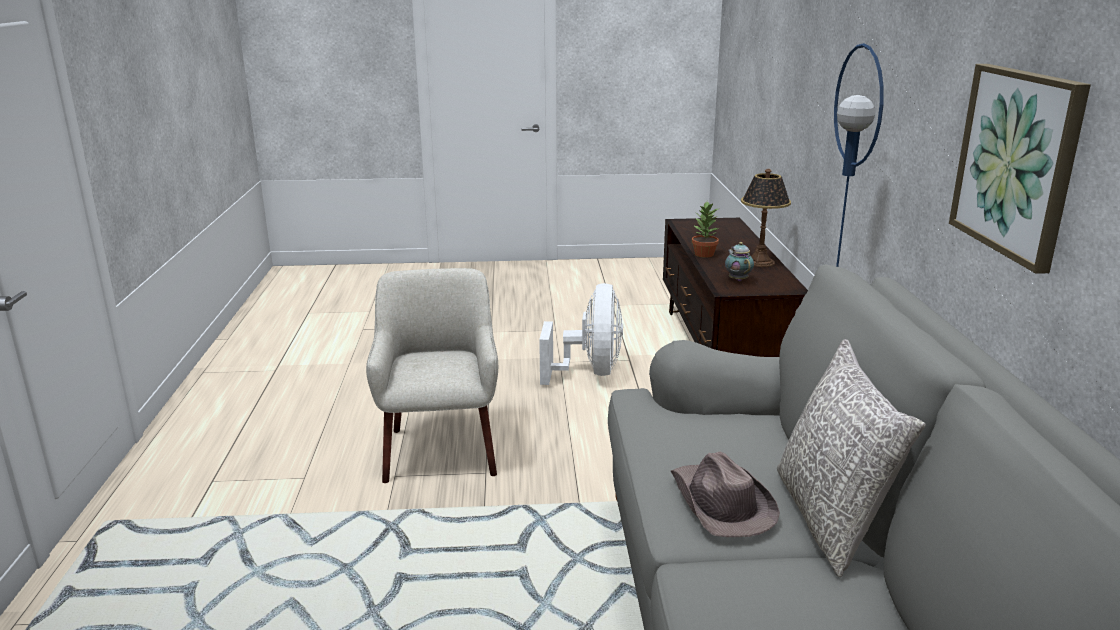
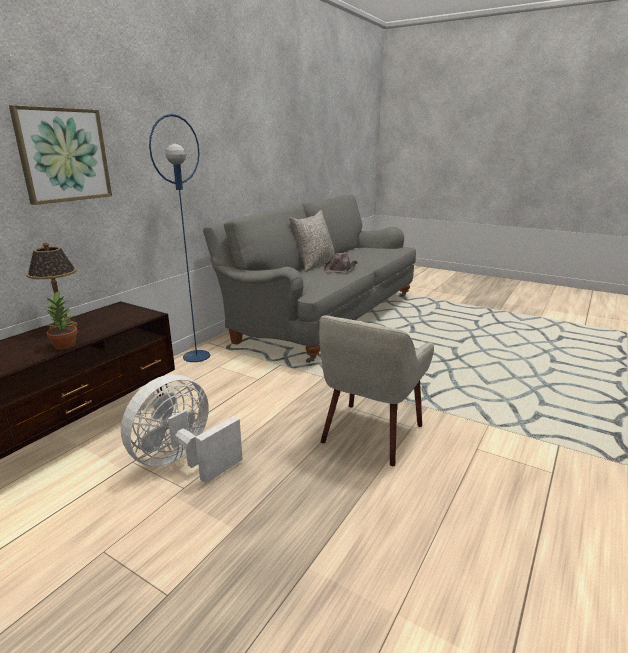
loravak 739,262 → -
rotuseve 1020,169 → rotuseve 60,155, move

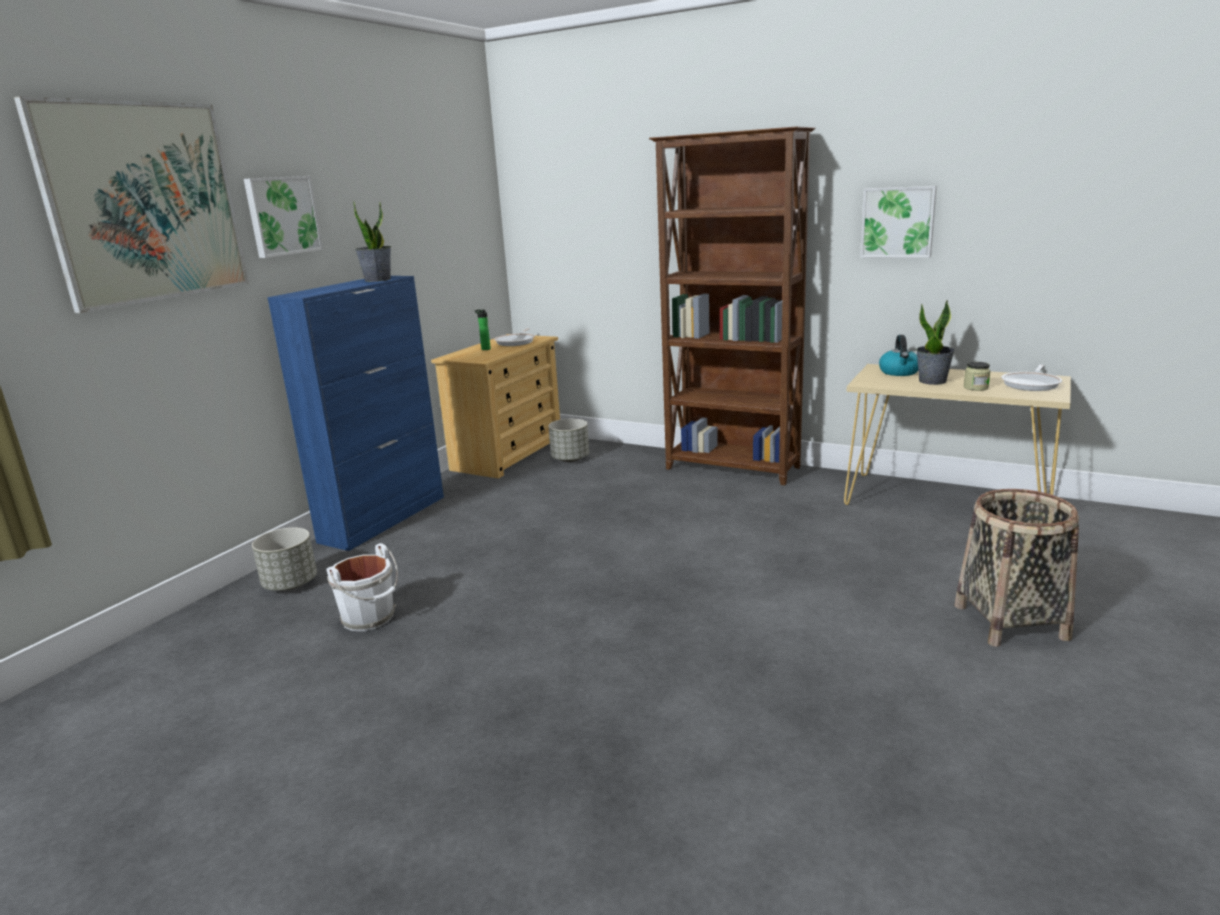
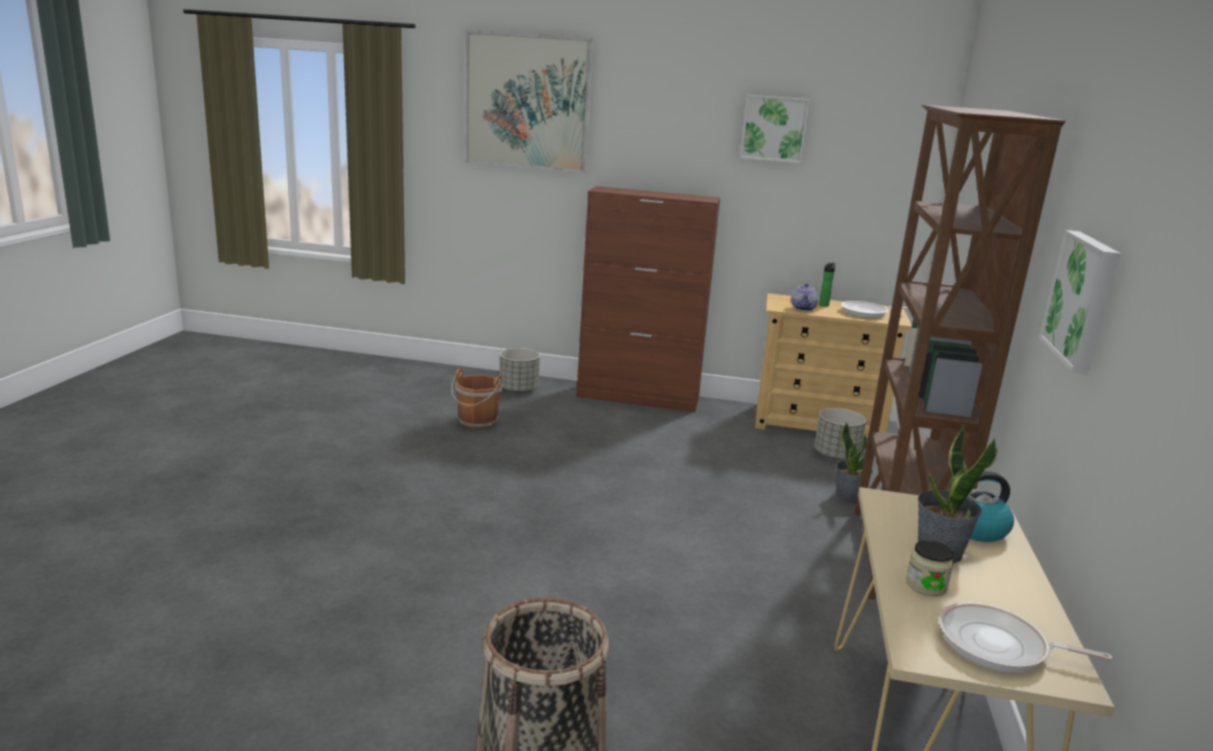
rotuseve 283,217 → rotuseve 775,129, move
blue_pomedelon 355,413 → brown_pomedelon 648,299
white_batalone 362,587 → brown_batalone 476,398
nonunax 372,241 → nonunax 854,462, move
- → loravak 805,297

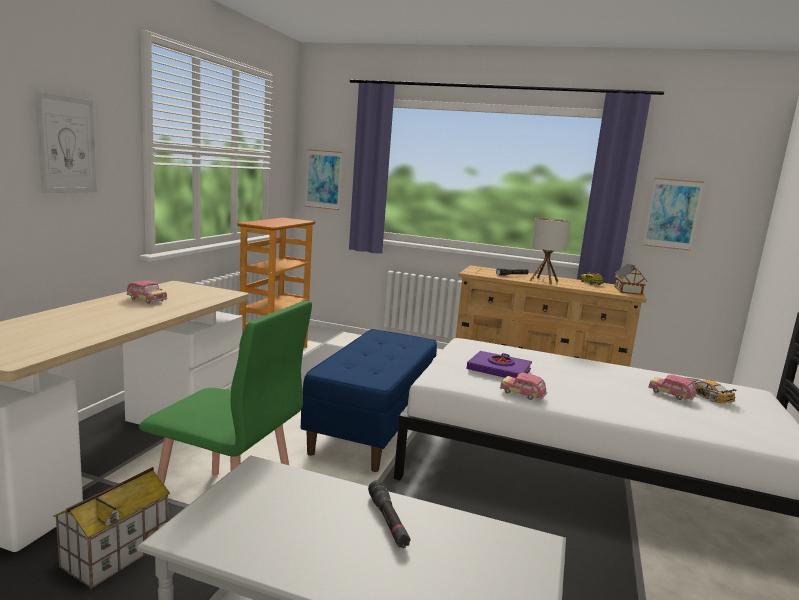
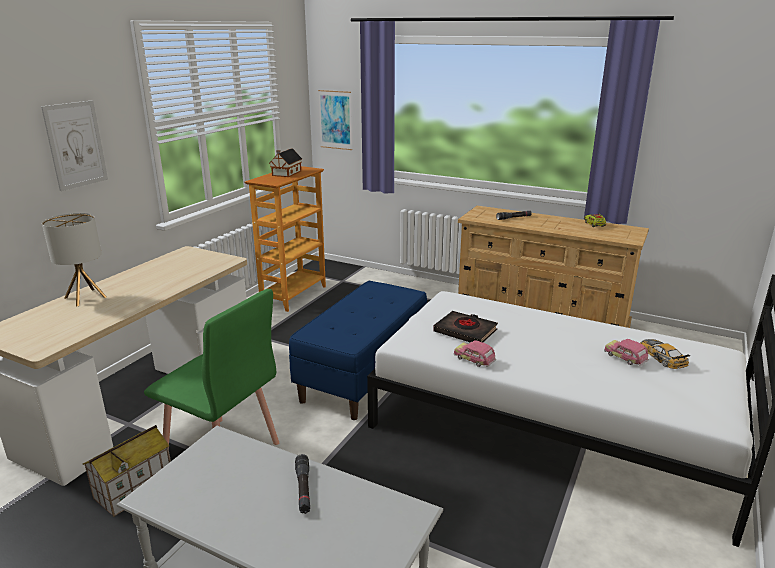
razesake 146,292 → -
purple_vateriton 499,364 → black_vateriton 465,326
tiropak 550,251 → tiropak 74,260, move
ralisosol 630,279 → ralisosol 285,162, move
rotuseve 673,214 → -

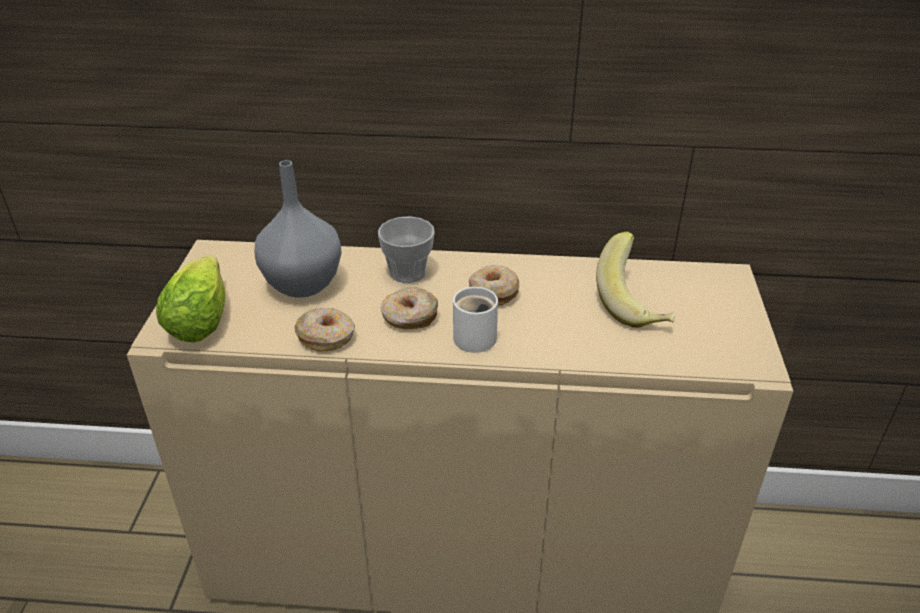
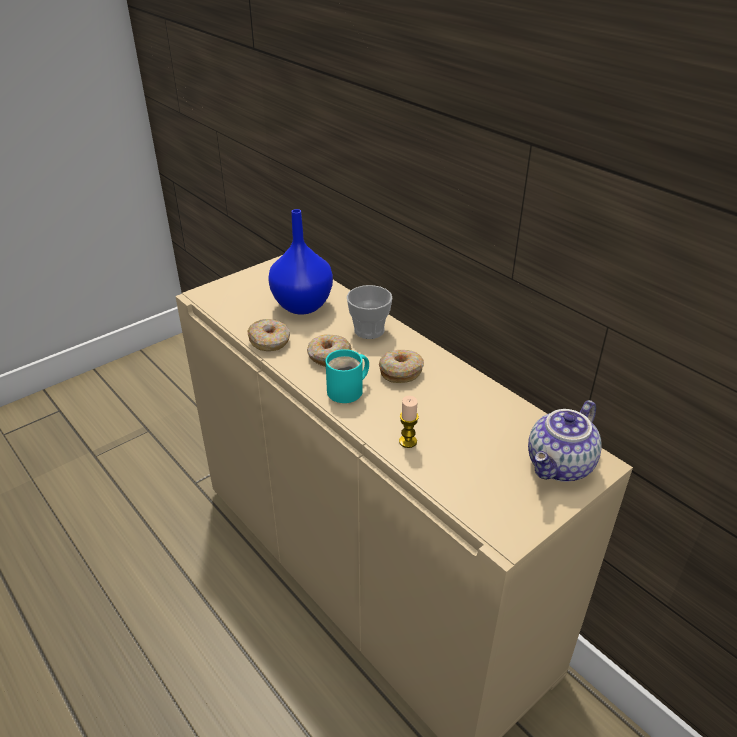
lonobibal 191,299 → -
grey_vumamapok 297,229 → blue_vumamapok 300,261
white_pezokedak 475,320 → turquoise_pezokedak 347,376
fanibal 635,279 → -
- → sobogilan 409,422
- → loravak 565,441

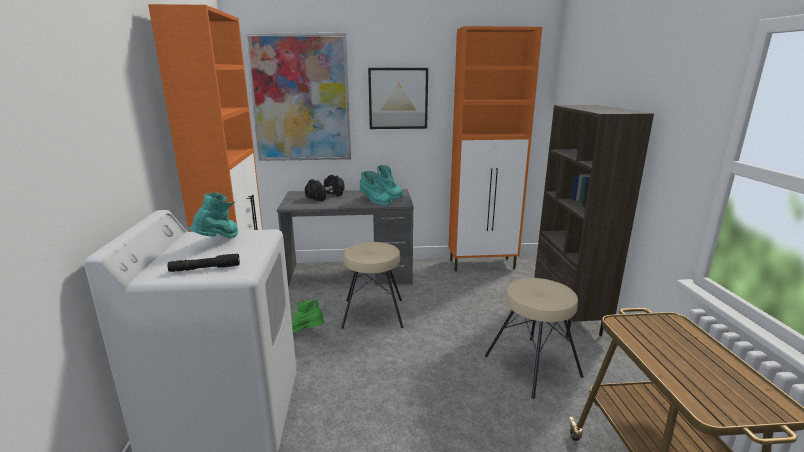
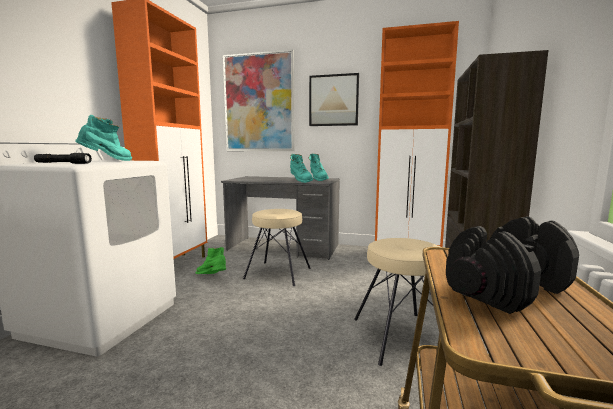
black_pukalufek 324,188 → black_pukalufek 512,265, move

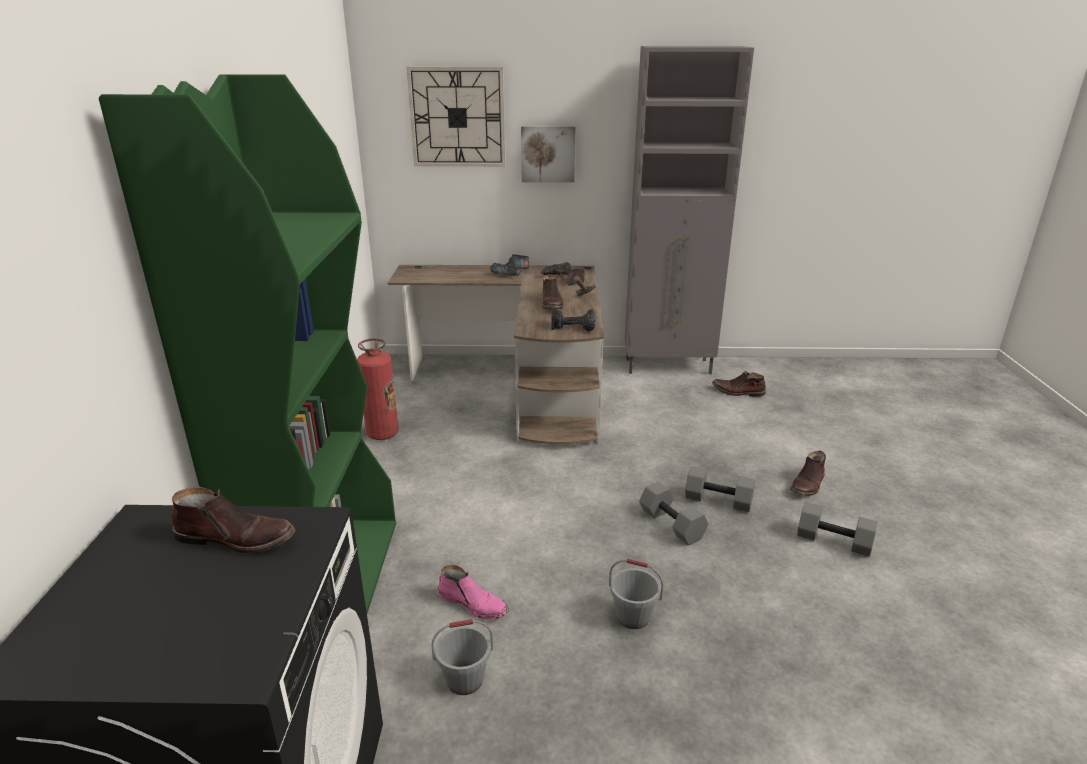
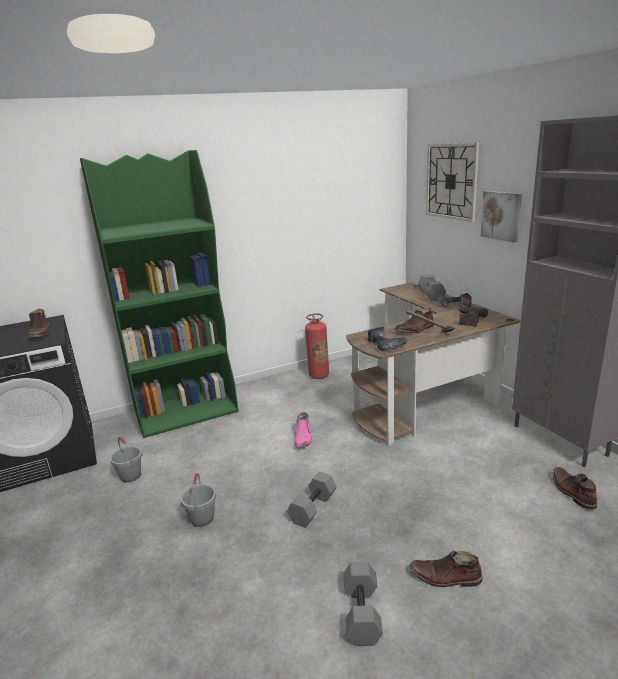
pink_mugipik 473,592 → pink_mugipik 303,430, move
grey_pukalufek 720,489 → grey_pukalufek 432,287, move

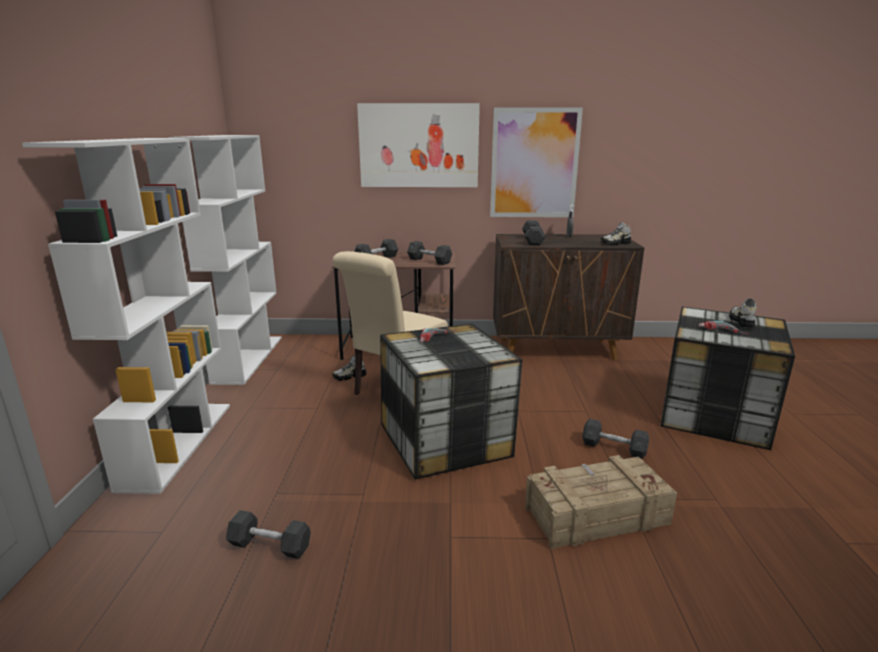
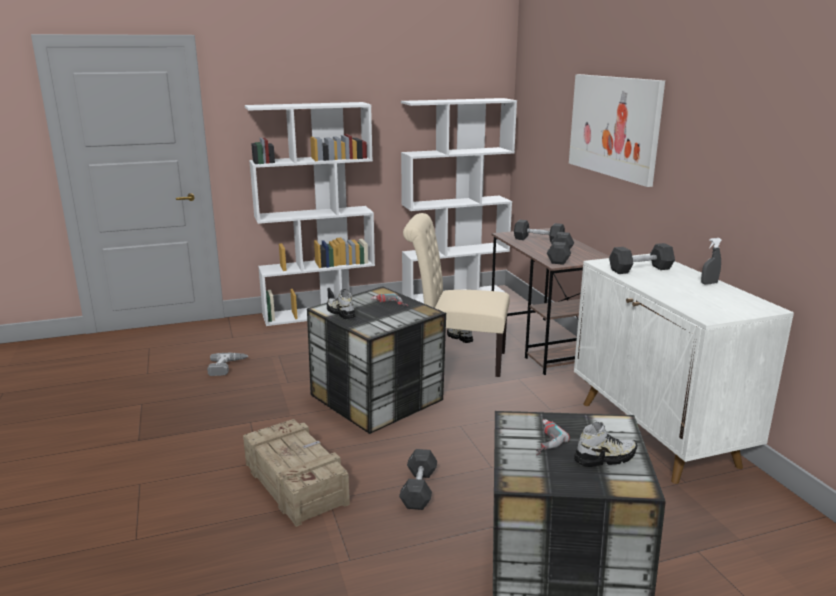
grey_pukalufek 268,534 → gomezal 227,364
rotuseve 536,162 → -
brown_pomedelon 568,297 → white_pomedelon 684,369
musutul 616,233 → musutul 341,304, move

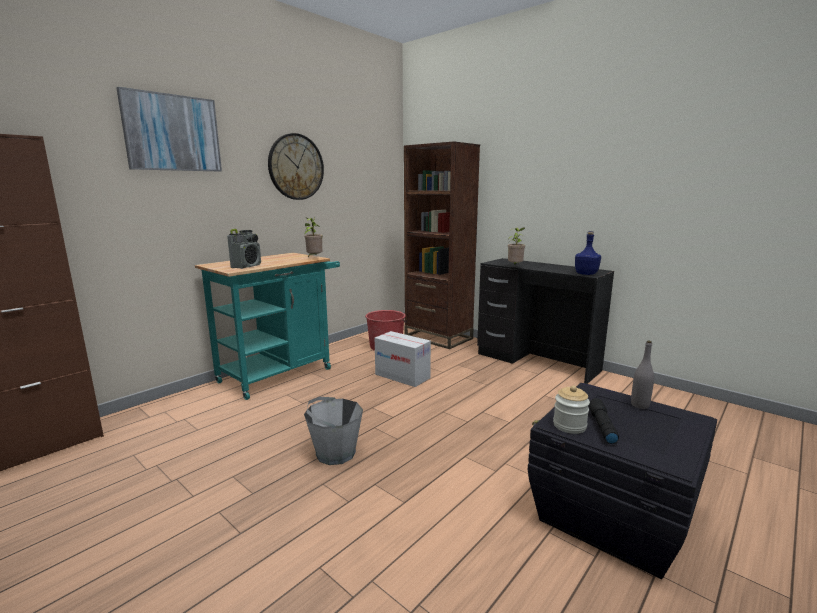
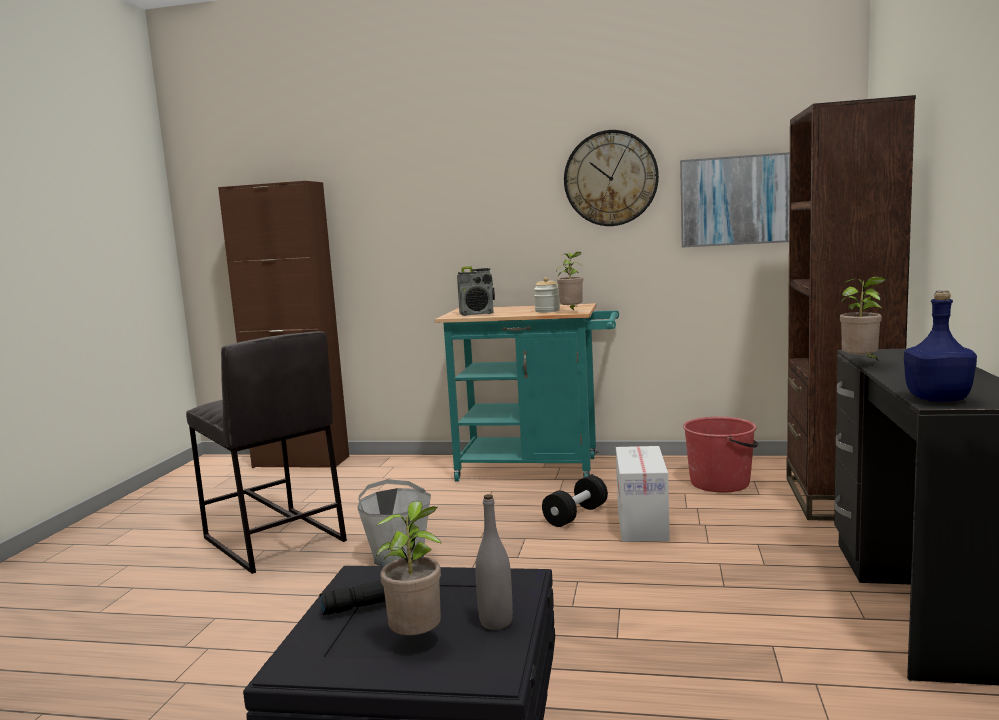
rotuseve 169,129 → rotuseve 735,200, move
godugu 571,410 → godugu 547,294, move
- → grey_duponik 266,452
- → nonunax 409,568
- → black_pukalufek 575,501

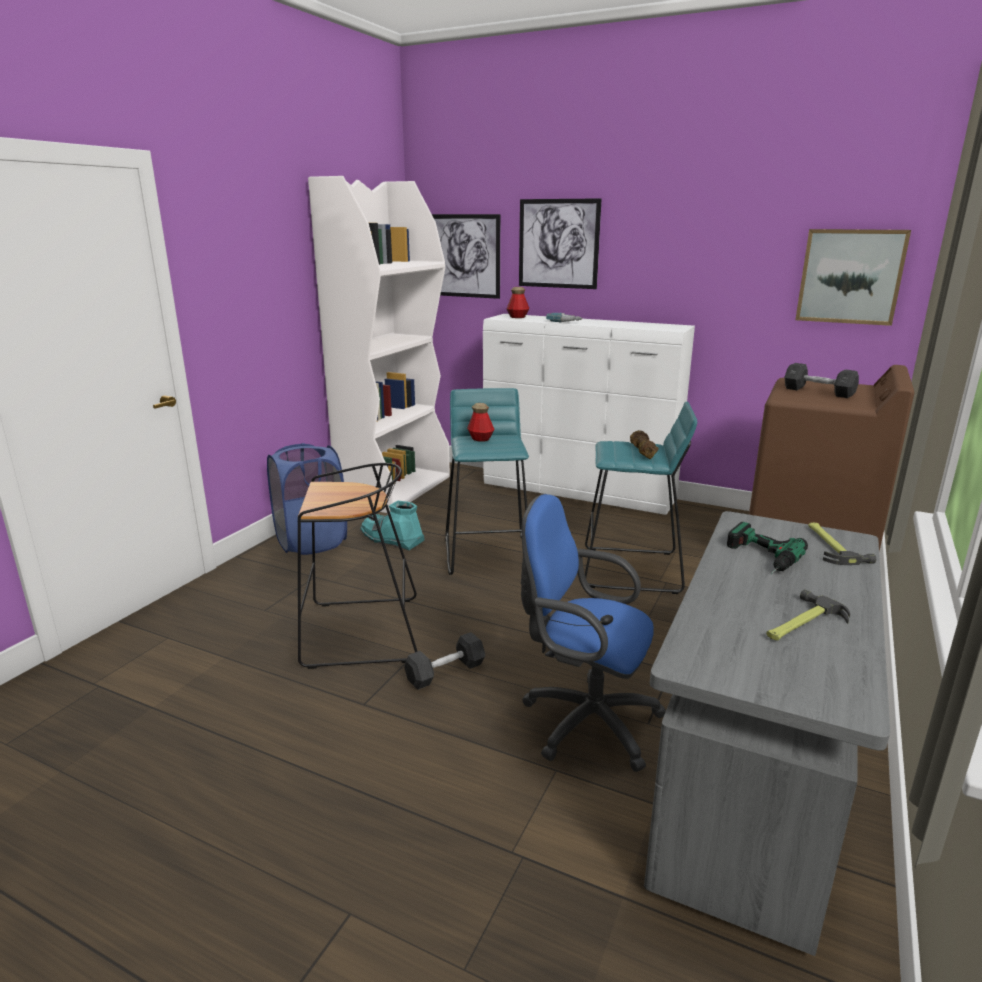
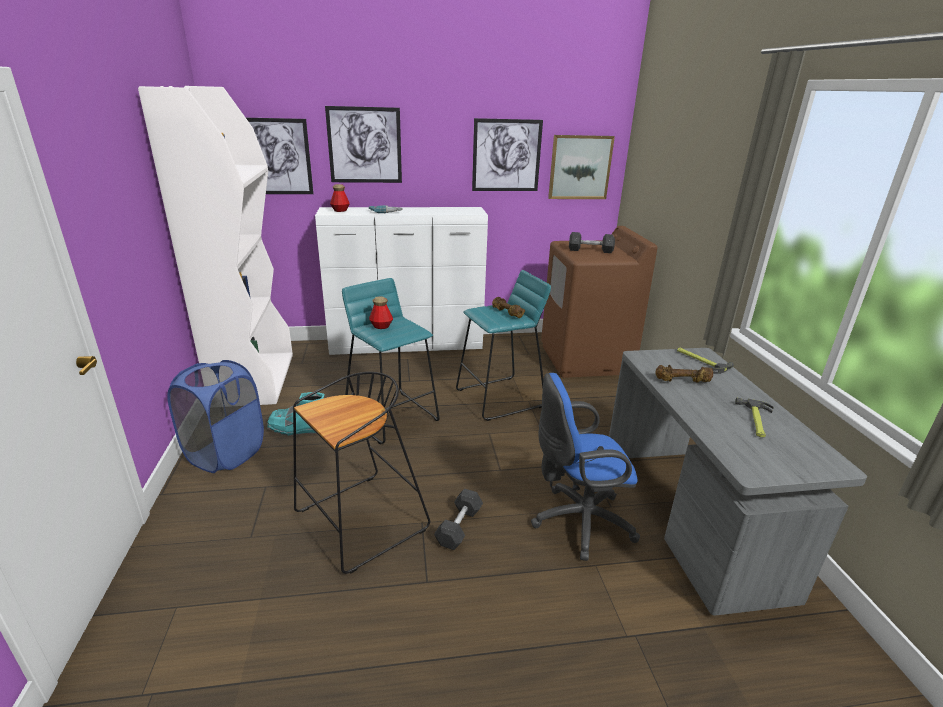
gomezal 767,548 → brown_pukalufek 684,373
- → rotuseve 507,154

